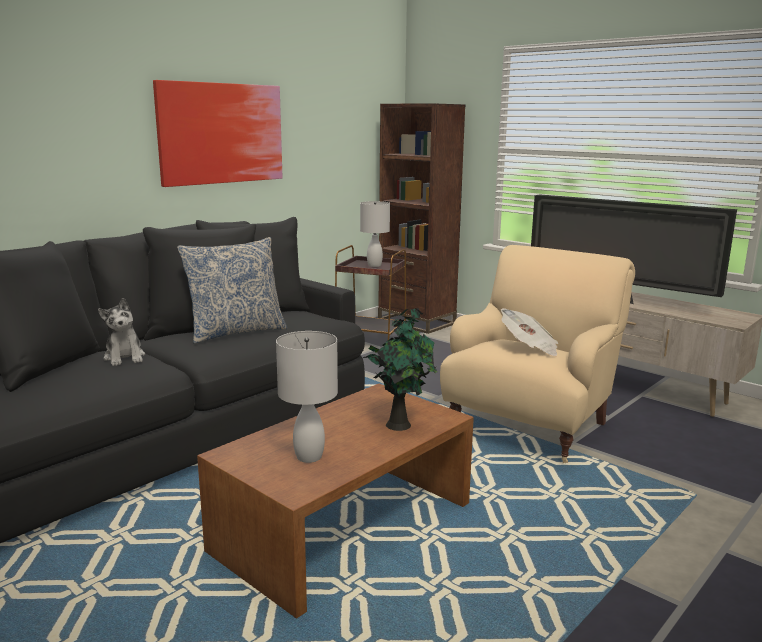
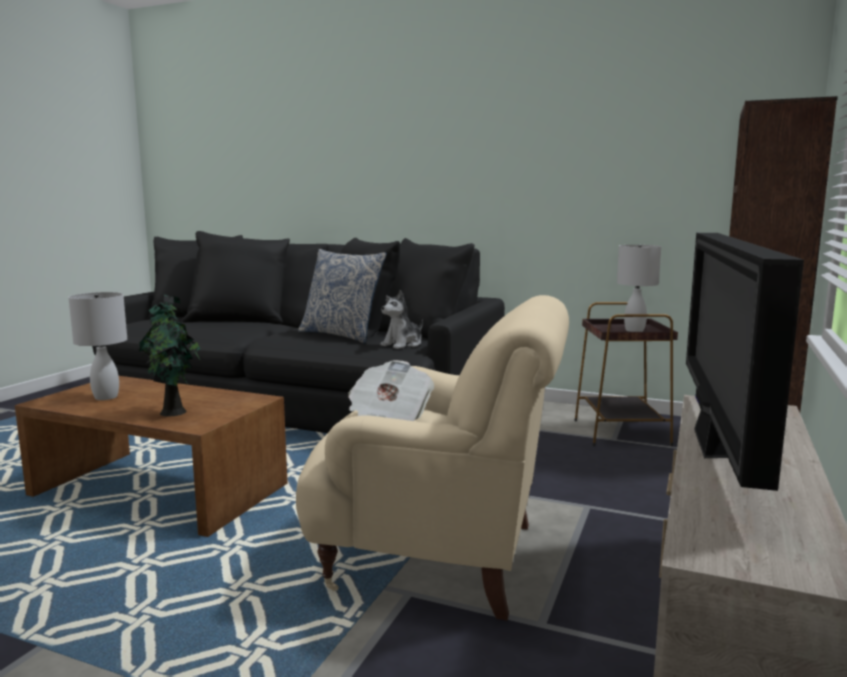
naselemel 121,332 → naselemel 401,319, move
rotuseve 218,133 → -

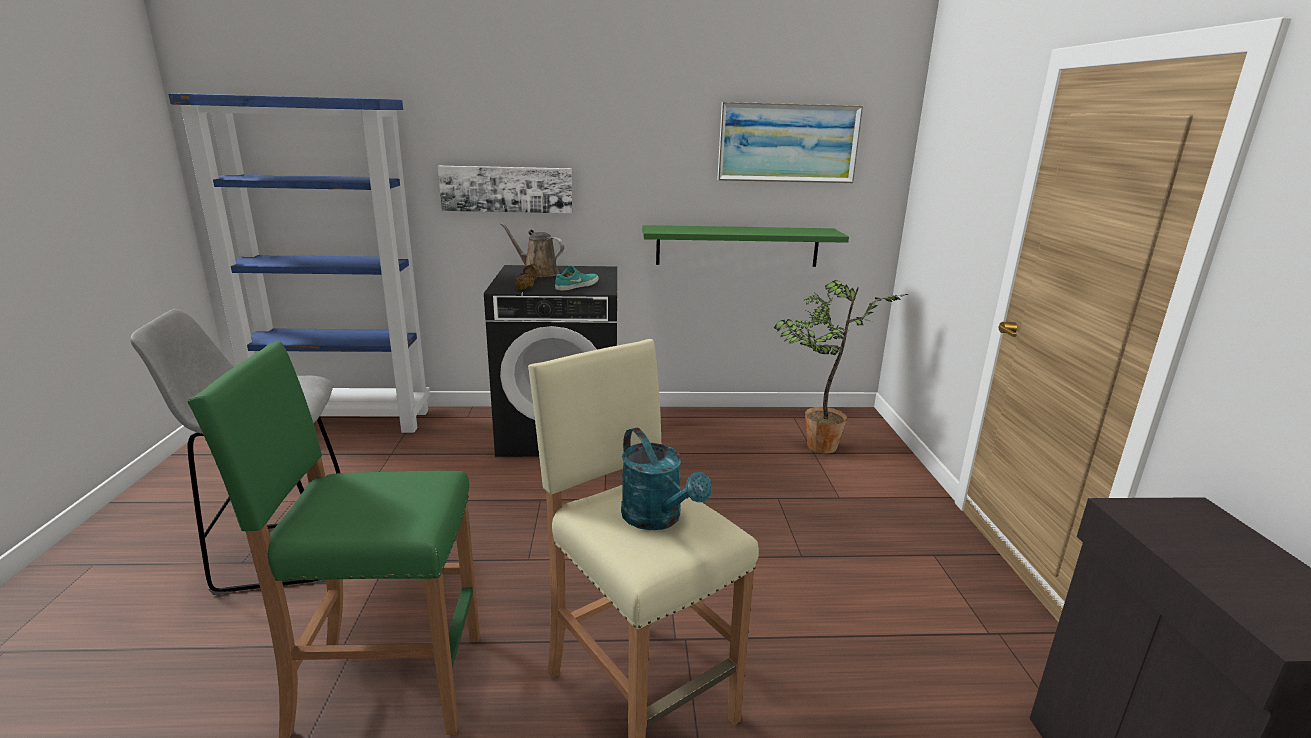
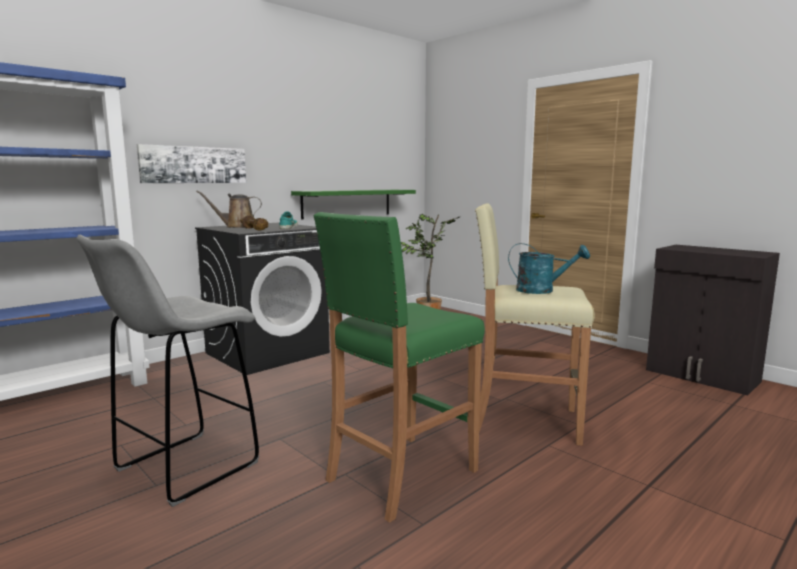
rotuseve 790,142 → -

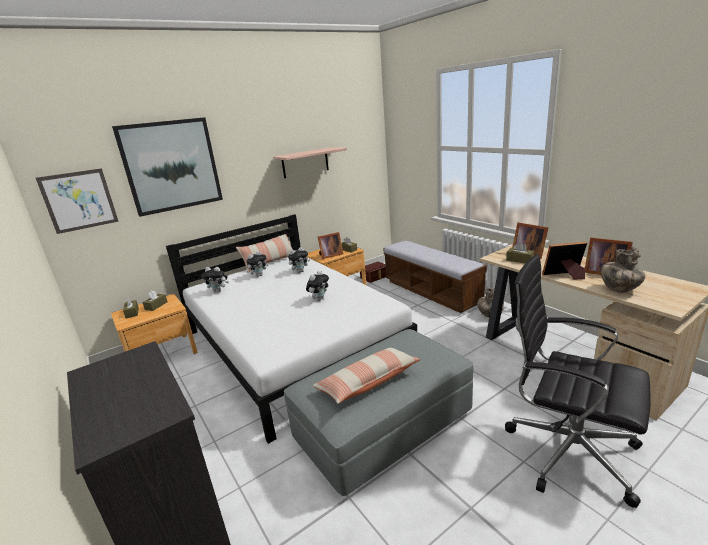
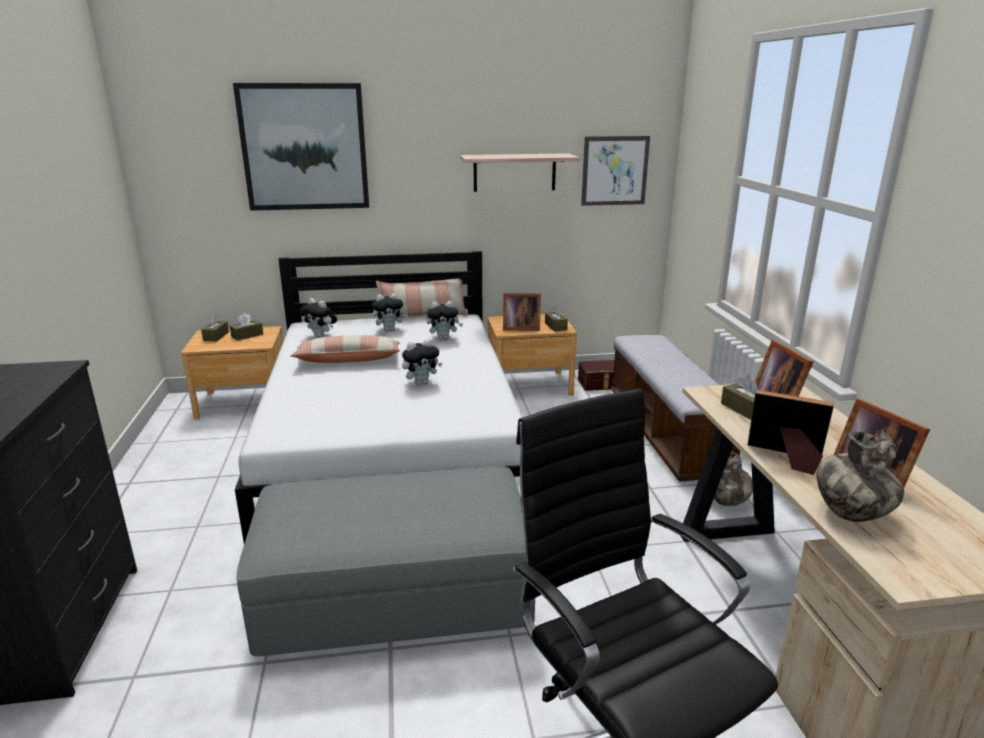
rotuseve 77,201 → rotuseve 615,171, move
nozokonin 366,375 → nozokonin 345,349, move

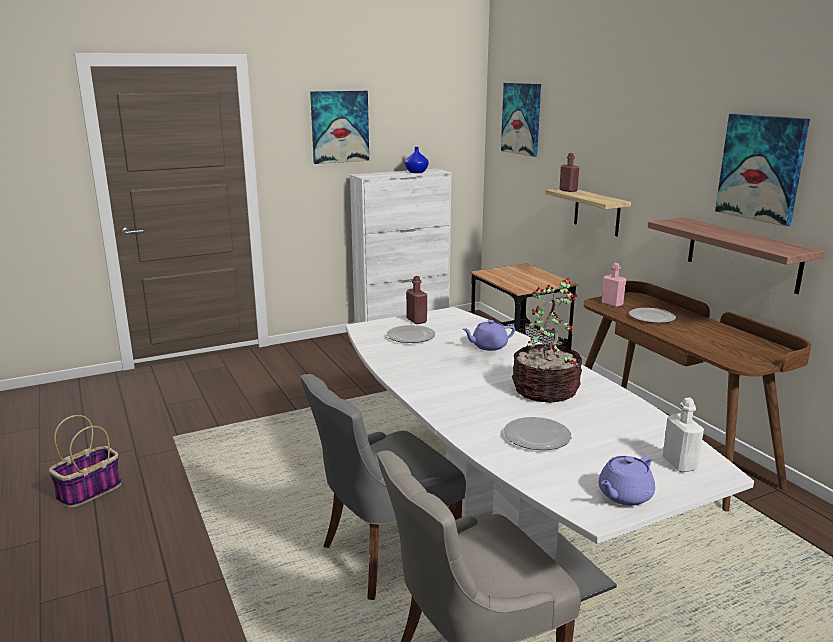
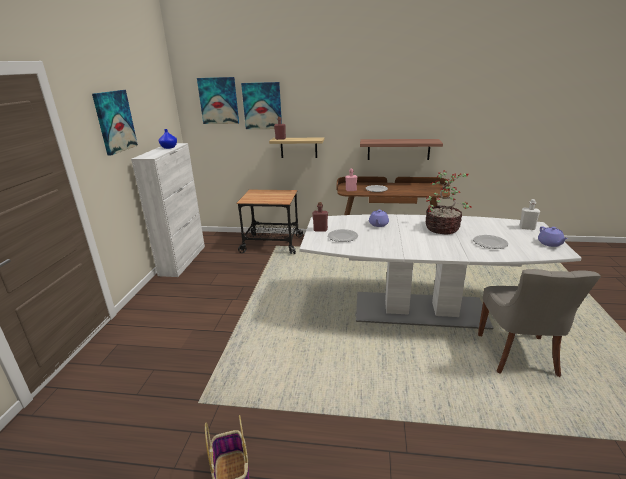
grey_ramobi 383,487 → -
rotuseve 762,170 → rotuseve 261,105, move

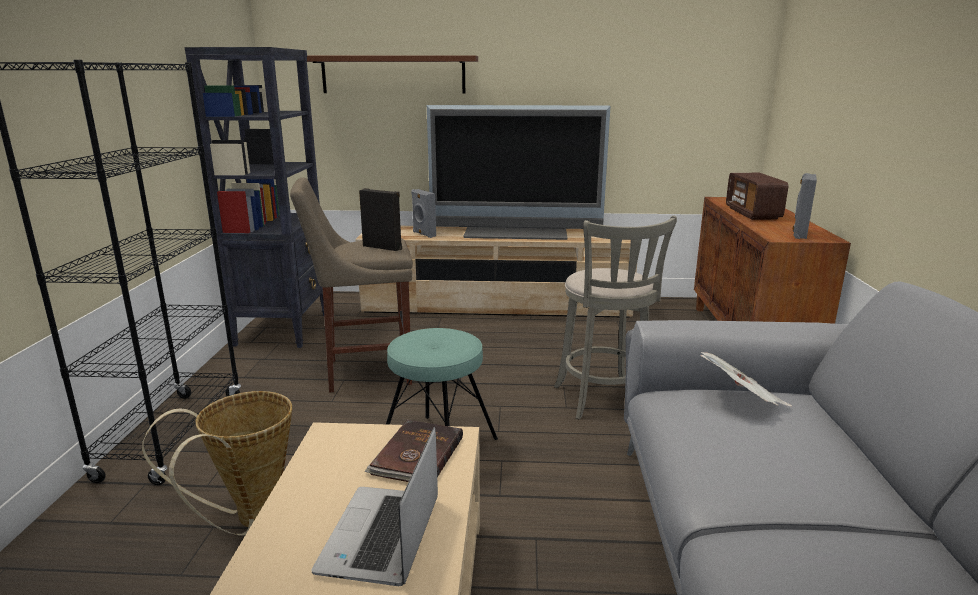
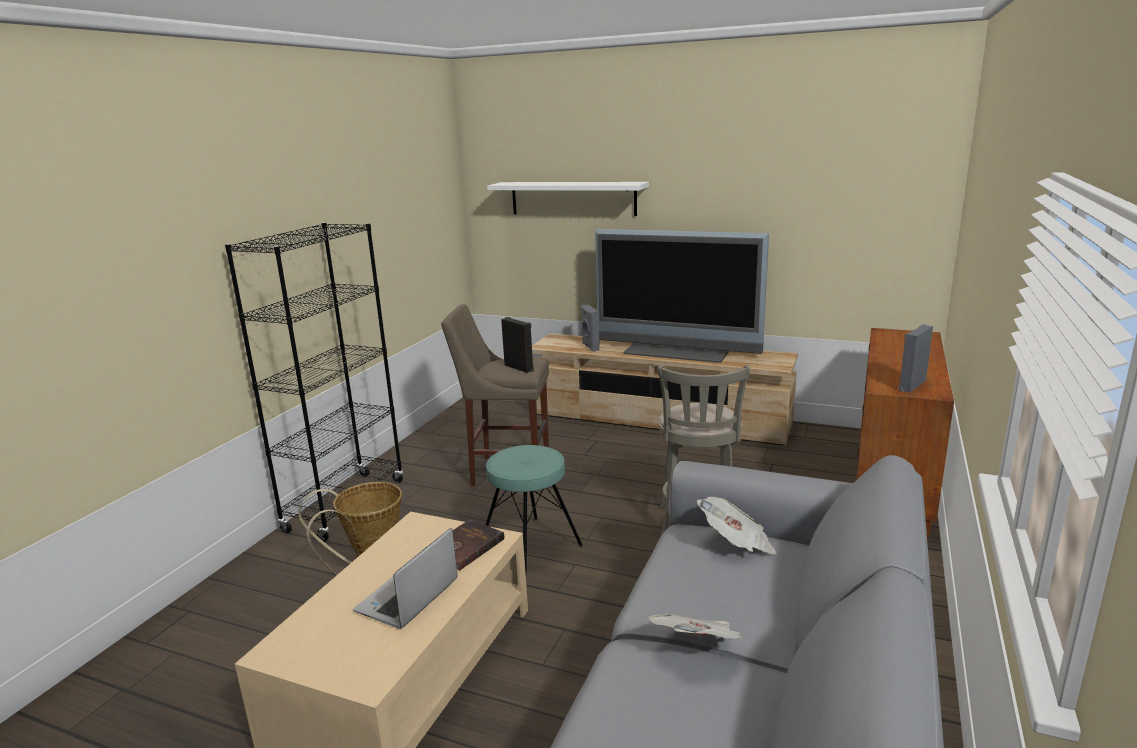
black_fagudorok 254,197 → -
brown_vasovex 392,74 → white_vasovex 568,199
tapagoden 757,196 → -
- → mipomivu 696,626

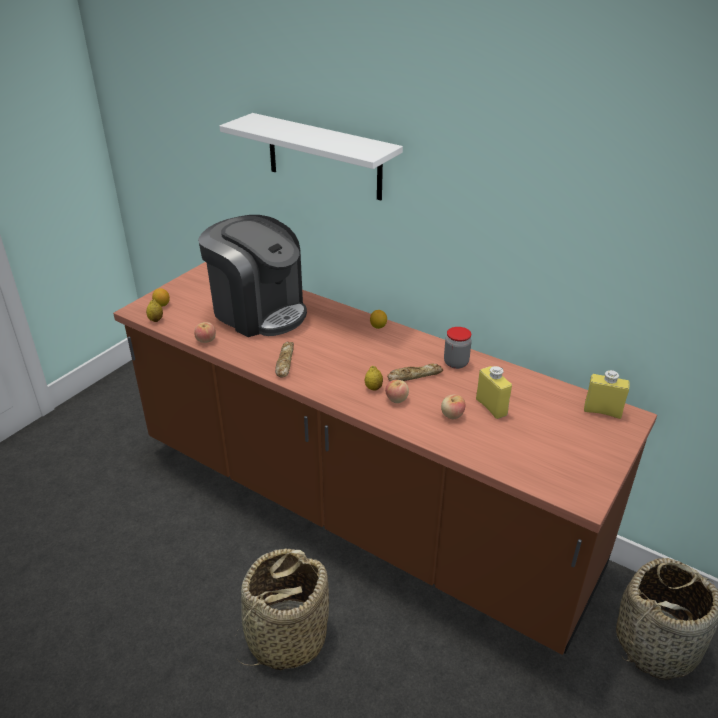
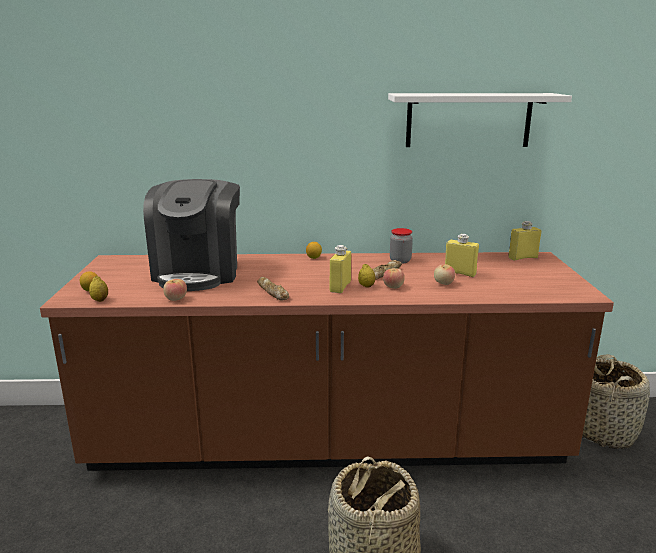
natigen 252,276 → natigen 191,235, 90 degrees clockwise
white_vasovex 311,156 → white_vasovex 480,120, move
- → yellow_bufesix 340,269

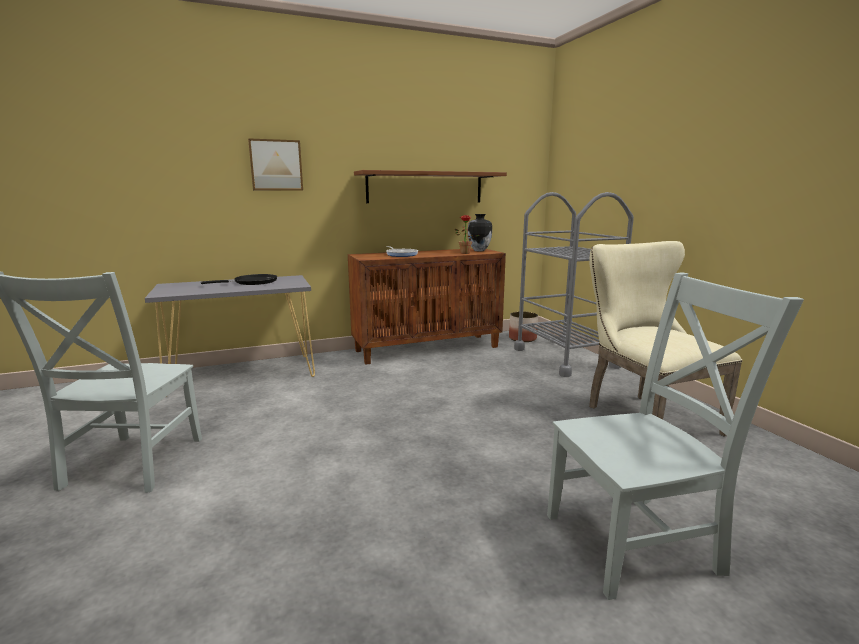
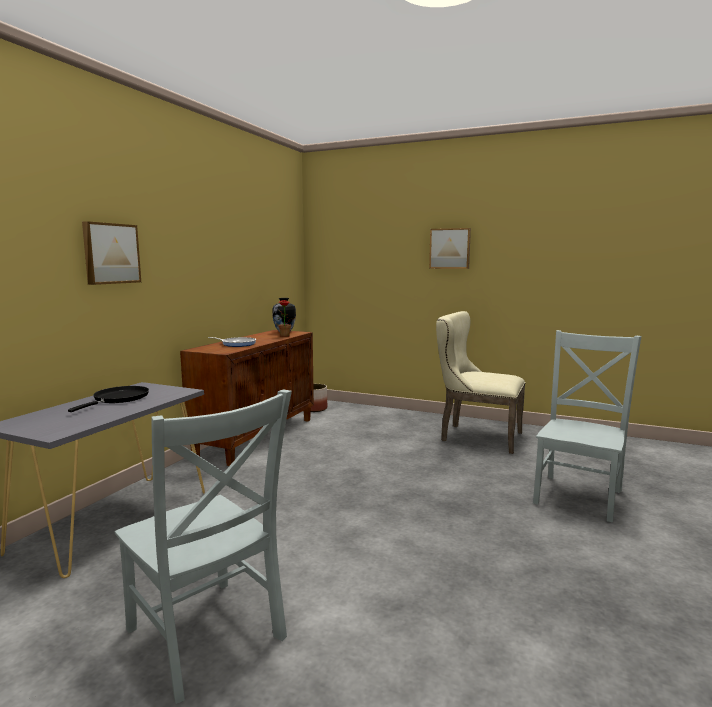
brown_vasovex 430,186 → -
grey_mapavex 574,284 → -
- → rotuseve 450,248

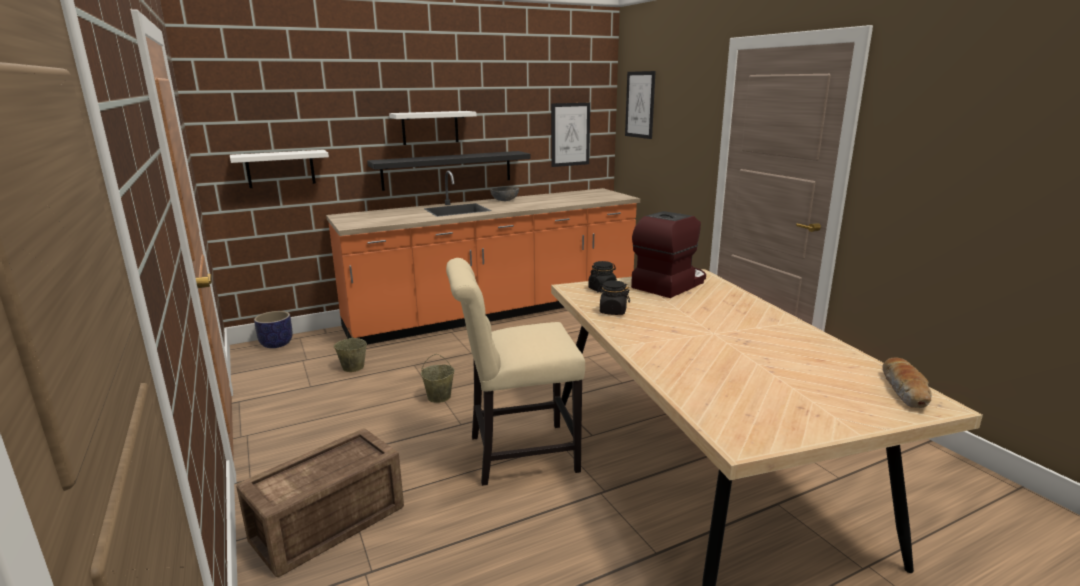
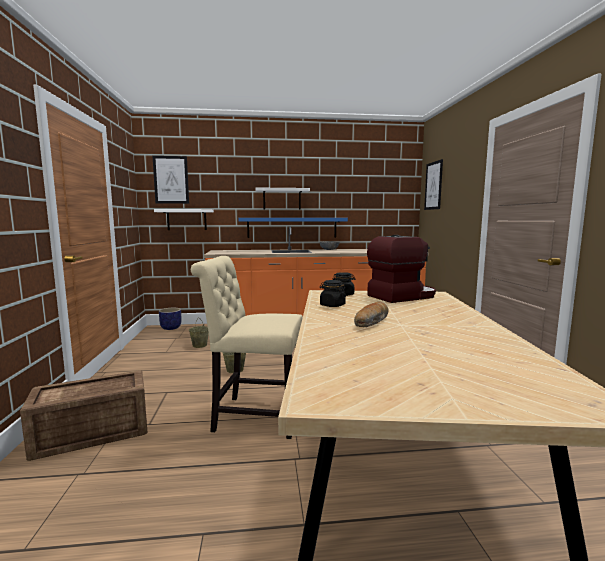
black_vasovex 448,171 → blue_vasovex 293,228
rotuseve 570,135 → rotuseve 171,180, move
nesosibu 907,382 → nesosibu 371,314, move

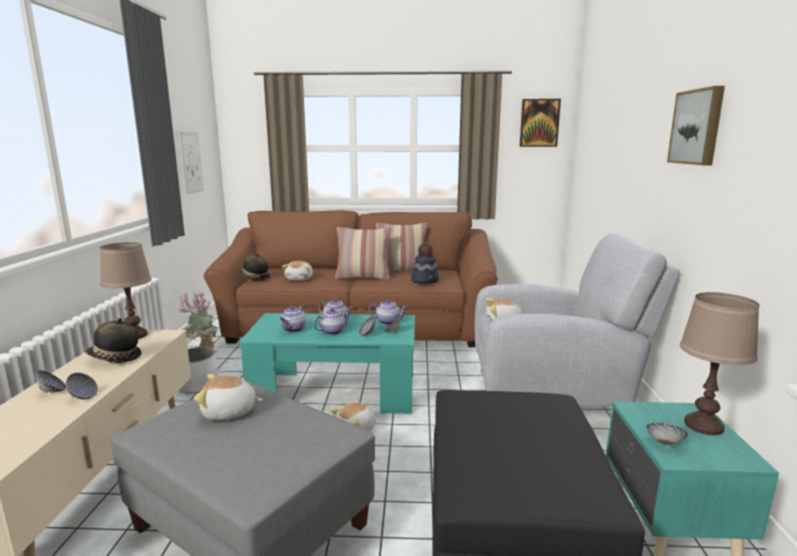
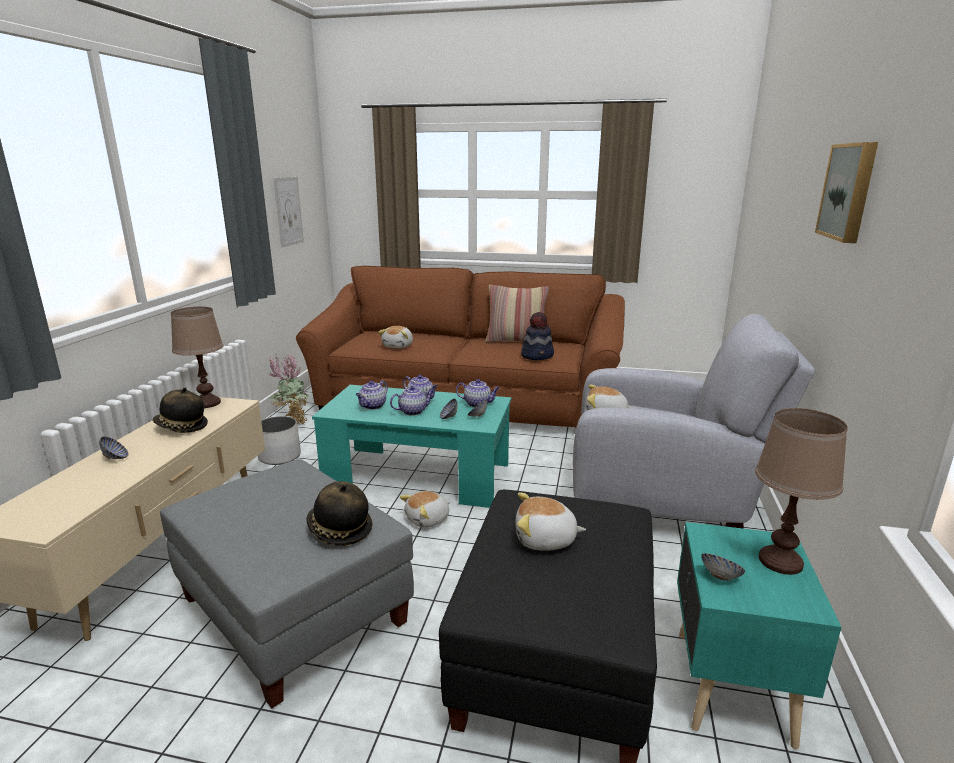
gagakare 82,386 → -
naselemel 228,397 → naselemel 550,522, move
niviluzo 254,267 → niviluzo 339,513, move
nozokonin 363,253 → -
rotuseve 540,123 → -

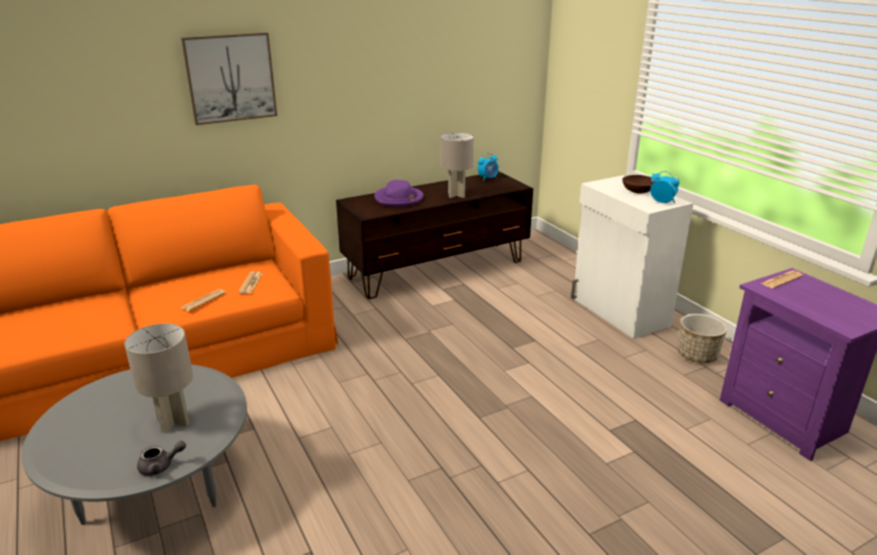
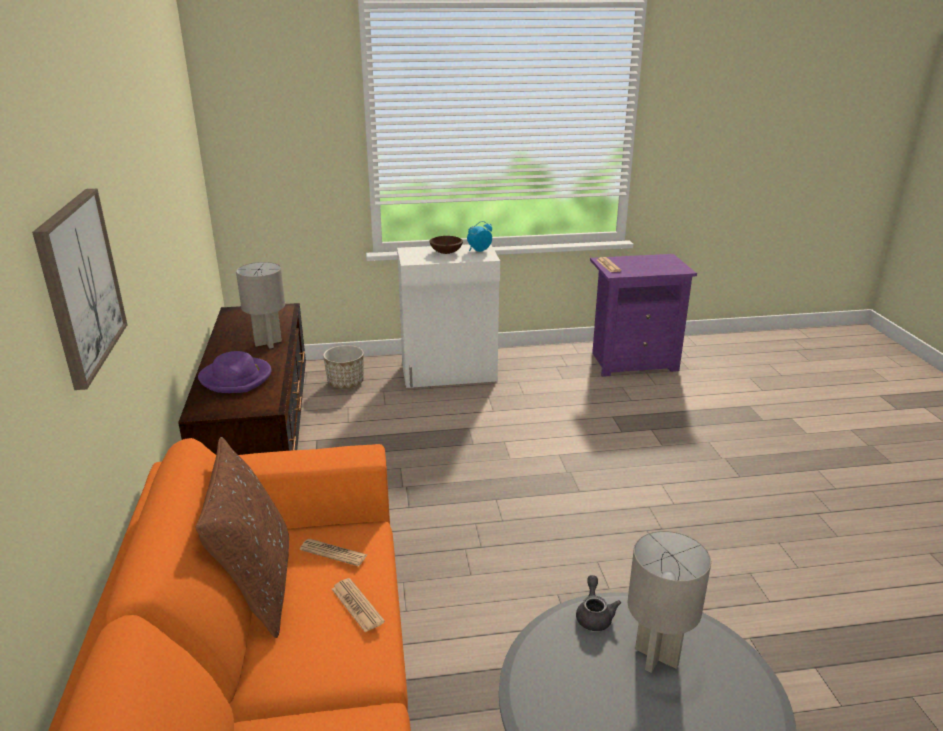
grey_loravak 161,458 → grey_loravak 598,603, move
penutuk 488,167 → -
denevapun 702,338 → denevapun 343,367, move
- → brown_nozokonin 242,537

